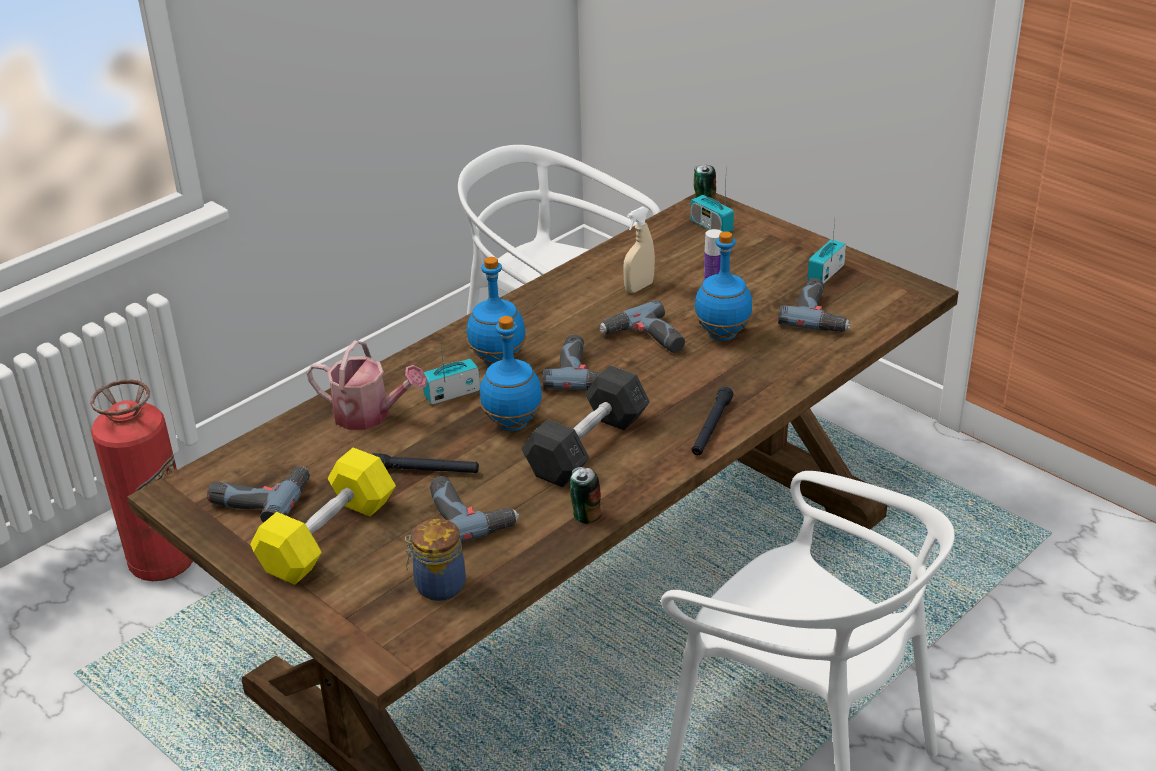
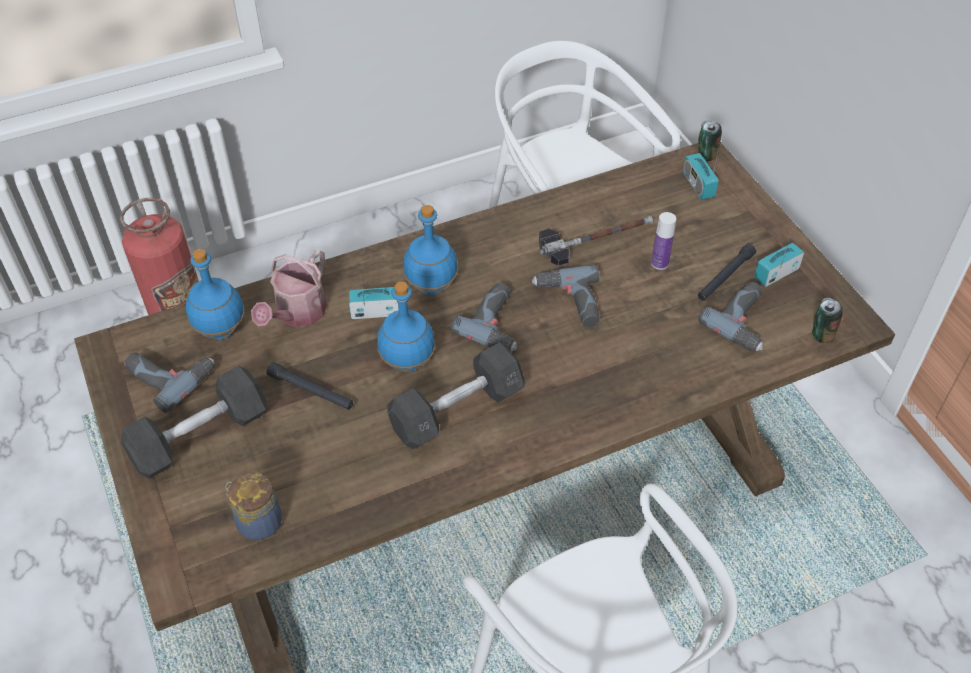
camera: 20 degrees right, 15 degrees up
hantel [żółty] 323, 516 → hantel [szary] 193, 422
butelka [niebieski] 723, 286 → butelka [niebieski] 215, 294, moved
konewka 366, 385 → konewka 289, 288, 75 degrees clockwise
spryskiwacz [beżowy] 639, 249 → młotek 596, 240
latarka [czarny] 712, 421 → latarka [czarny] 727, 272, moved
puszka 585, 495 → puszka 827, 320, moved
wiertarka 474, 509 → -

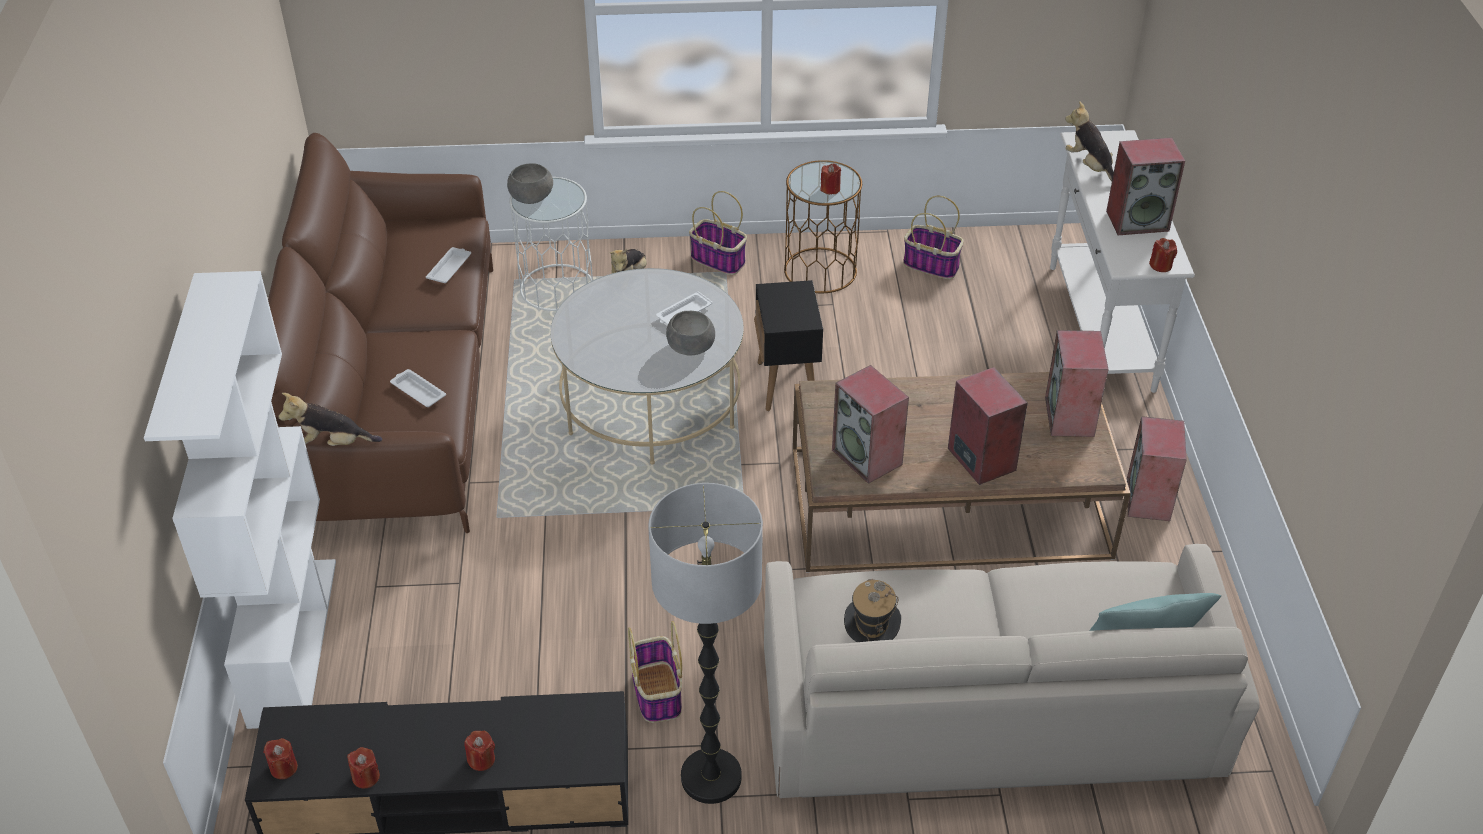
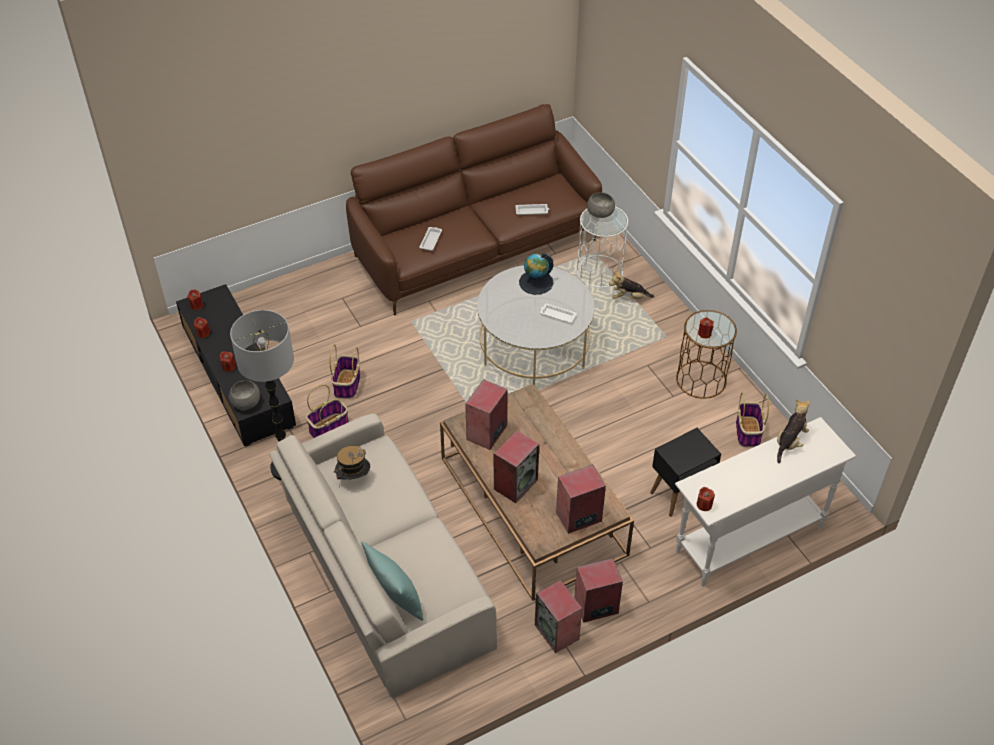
camera: 65 degrees right, 5 degrees up
miska [szary] 690, 332 → miska [szary] 244, 395, moved
koszyk 718, 233 → koszyk 345, 371, moved
- → globus 536, 274
głośnik 1145, 186 → głośnik 558, 616, moved
stolik [czarny] 788, 345 → stolik [czarny] 685, 472, moved
regał [biały] 240, 500 → -
pluszak 330, 419 → -

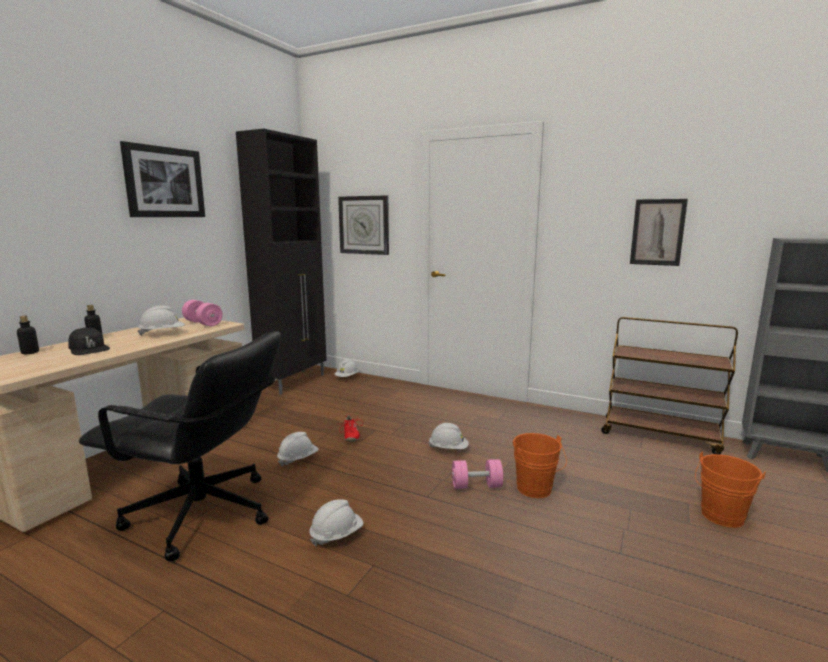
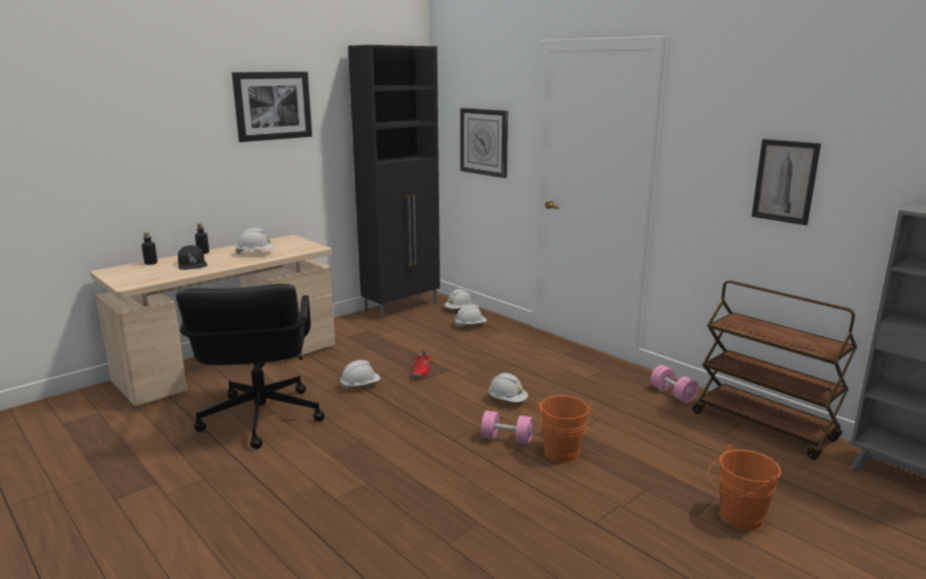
camera: 20 degrees right, 5 degrees up
krzesło biurowe [czarny] 180, 446 → krzesło biurowe [czarny] 250, 366, 45 degrees clockwise
kask [biały] 336, 522 → kask [biały] 471, 316, moved
hantel [różowy] 202, 313 → hantel [różowy] 674, 384, moved

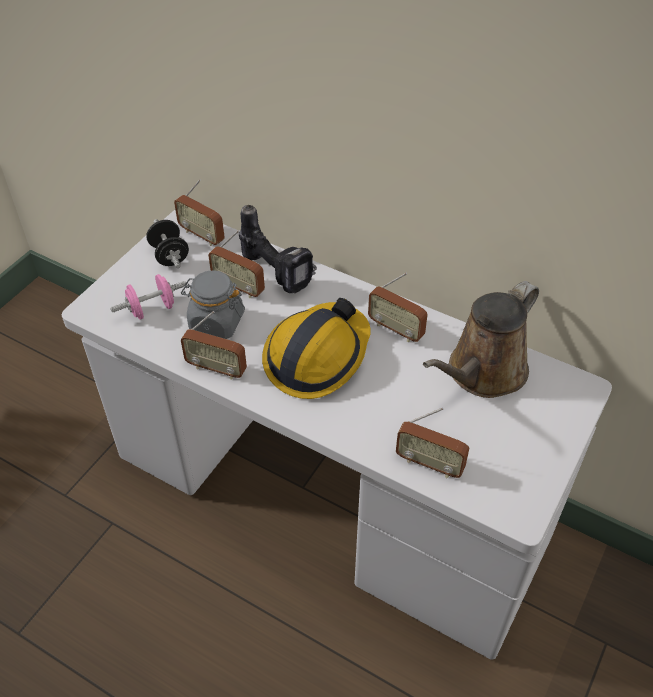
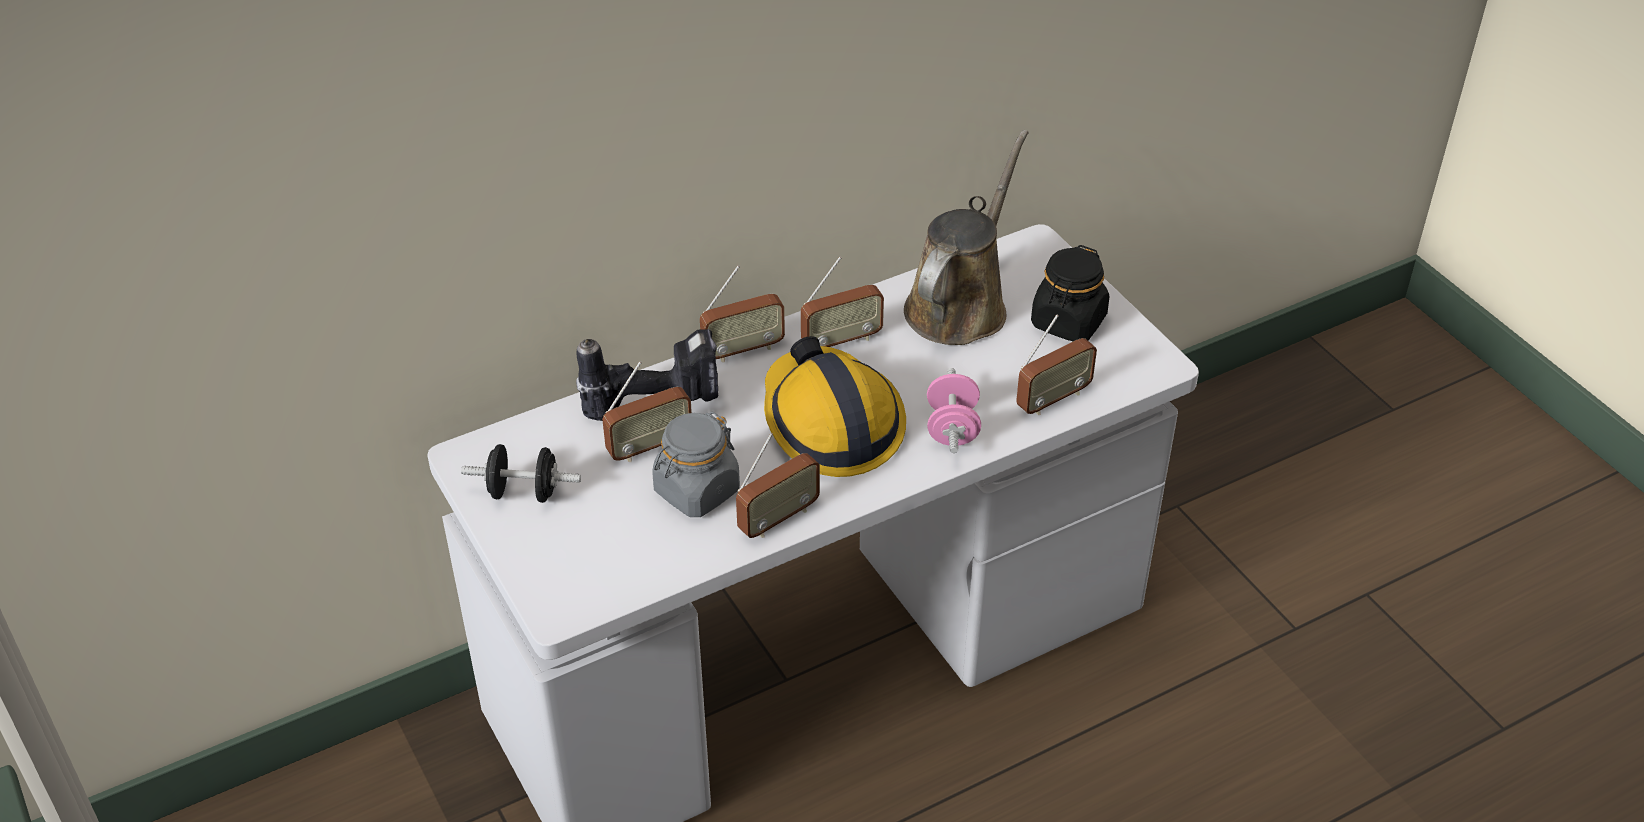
camera: 60 degrees left, 5 degrees down
radio 199, 212 → radio 742, 313, moved
konewka [brązowy] 481, 339 → konewka [brązowy] 966, 237, 135 degrees counterclockwise
hantel [różowy] 148, 297 → hantel [różowy] 954, 410, moved
- → słoik [czarny] 1070, 293

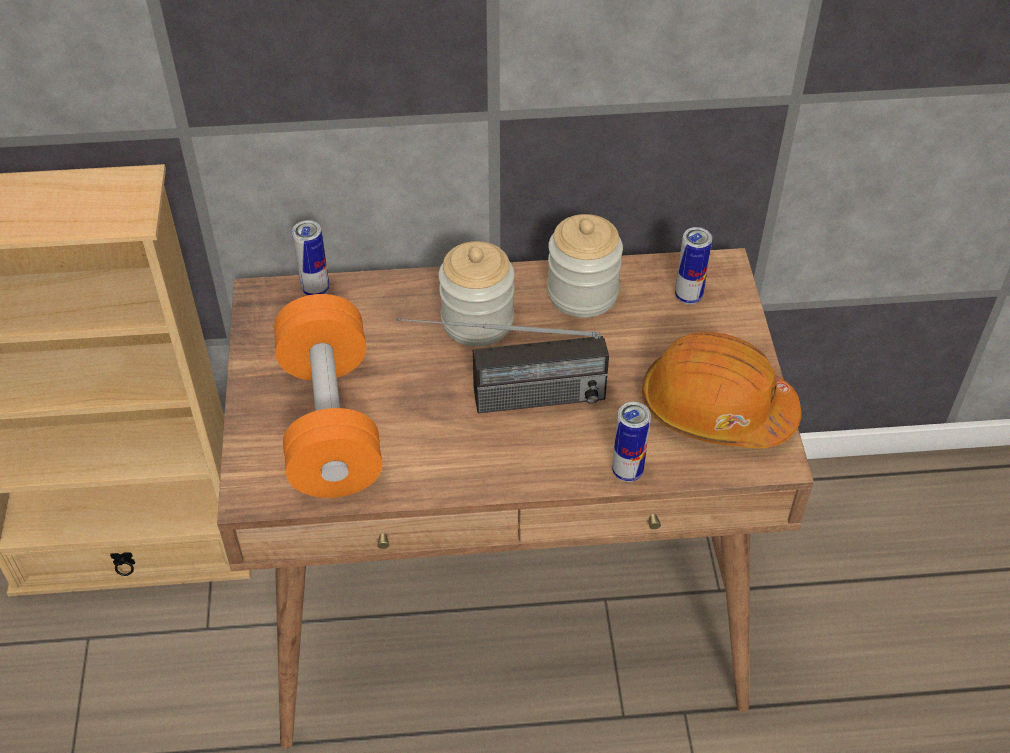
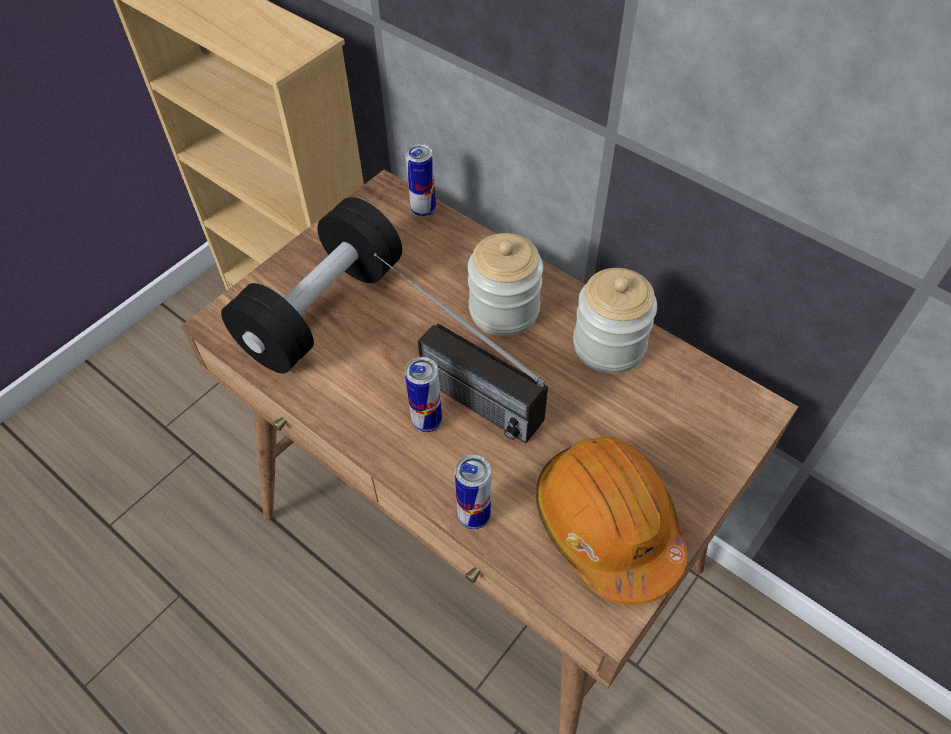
camera: 45 degrees right, 5 degrees up
hantel [pomarańczowy] 328, 396 → hantel [czarny] 311, 285
puszka 693, 265 → puszka 423, 394, moved

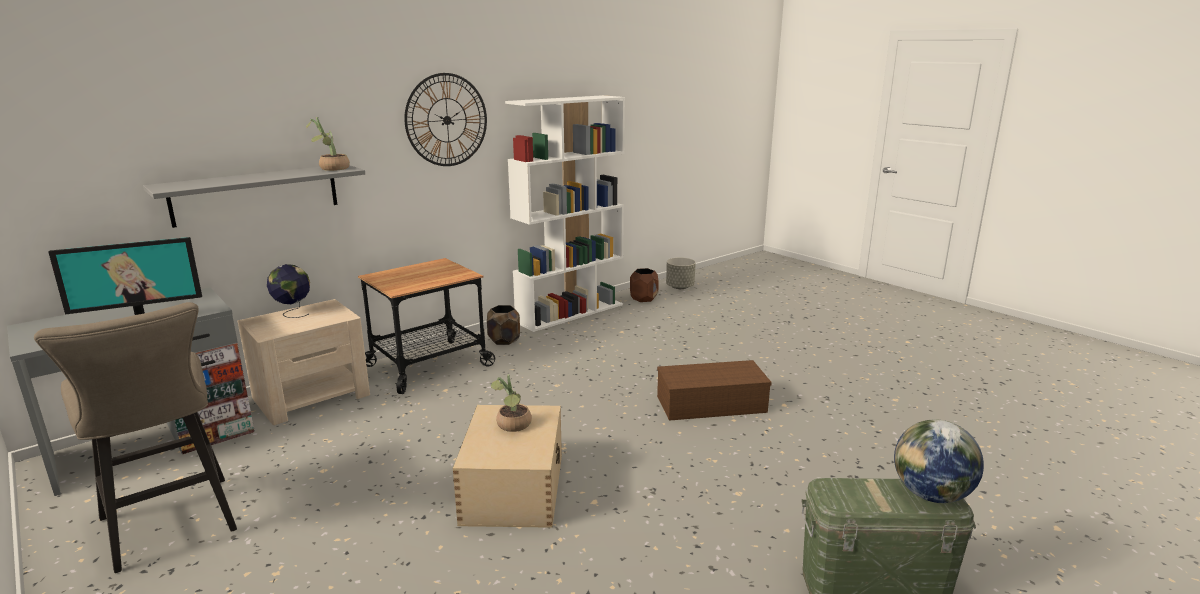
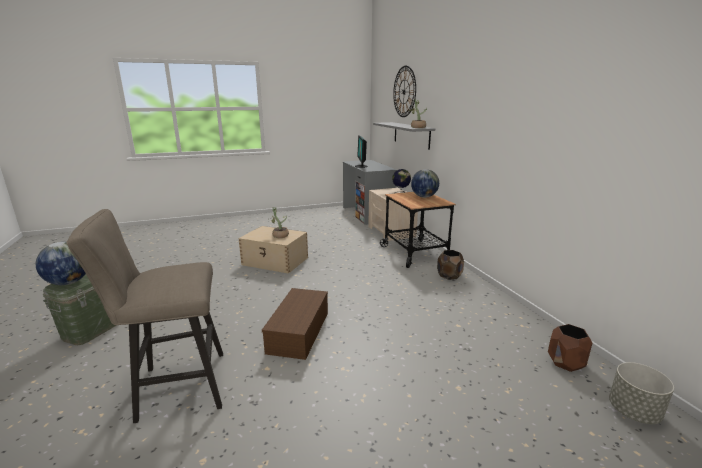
camera: 110 degrees right, 0 degrees up
stołek [beżowy] 135, 437 → stołek [beżowy] 144, 316, moved
zegar ścienny 445, 119 → zegar ścienny 404, 91, moved
- → globus 425, 183
regał [biały] 565, 213 → -

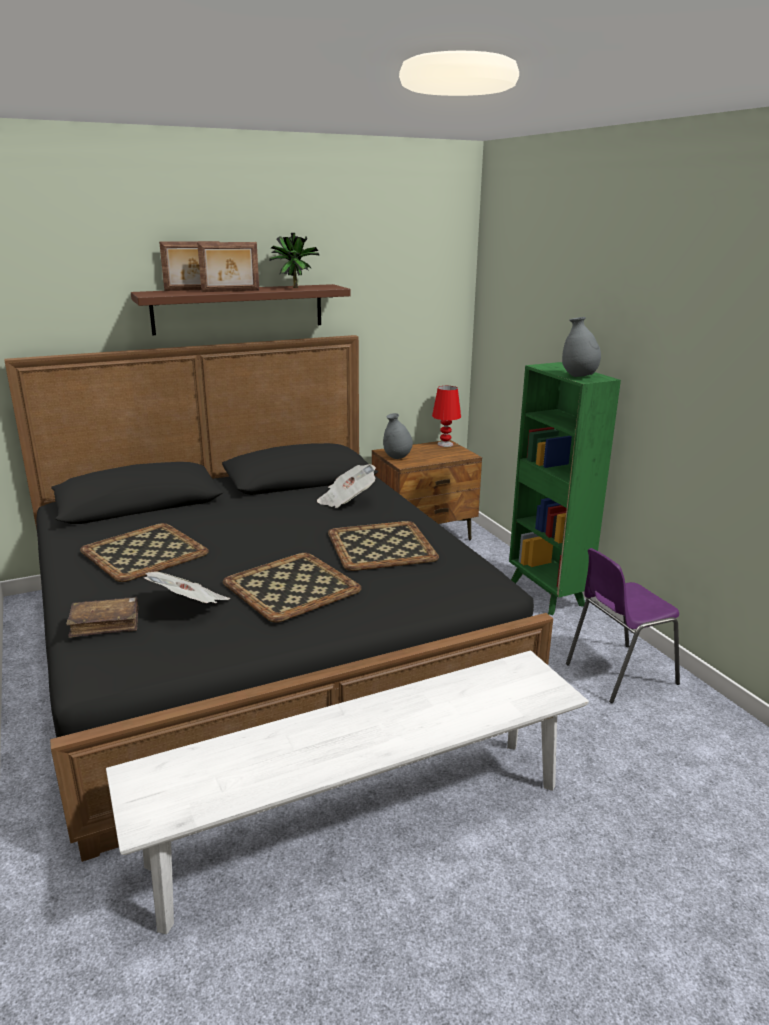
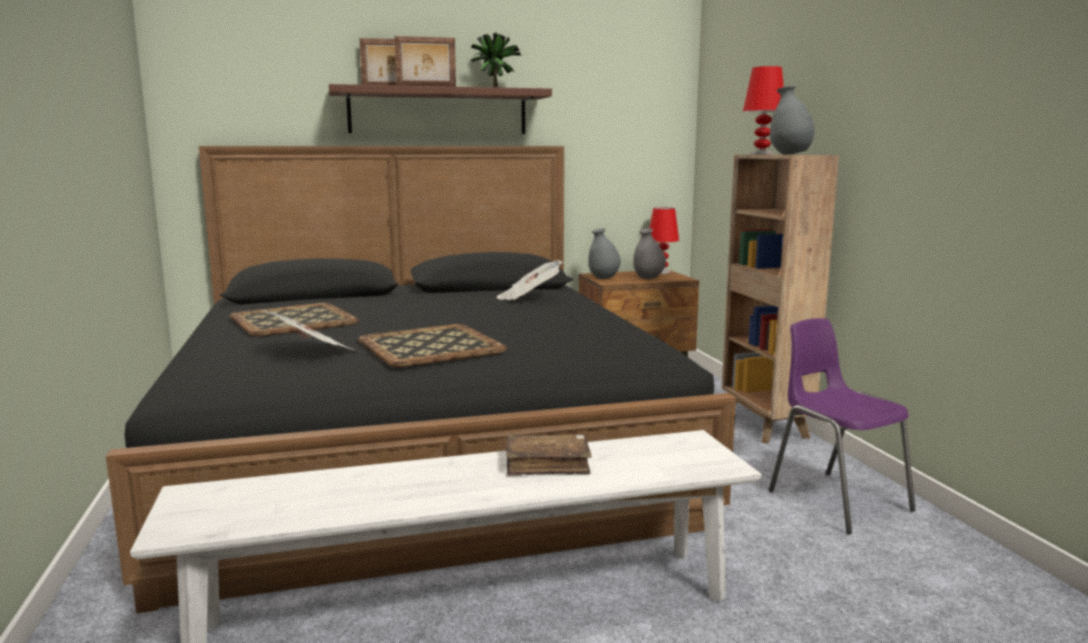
camera: 10 degrees right, 10 degrees down
książka [brązowy] 102, 617 → książka [brązowy] 549, 455, moved
- → wazon [szary] 649, 253
regał [zielony] 565, 488 → regał [brązowy] 780, 299
- → lampa stołowa [czerwony] 763, 110
krzesło [fioletowy] 623, 625 → krzesło [fioletowy] 842, 426, 75 degrees clockwise
taca 383, 546 → -

